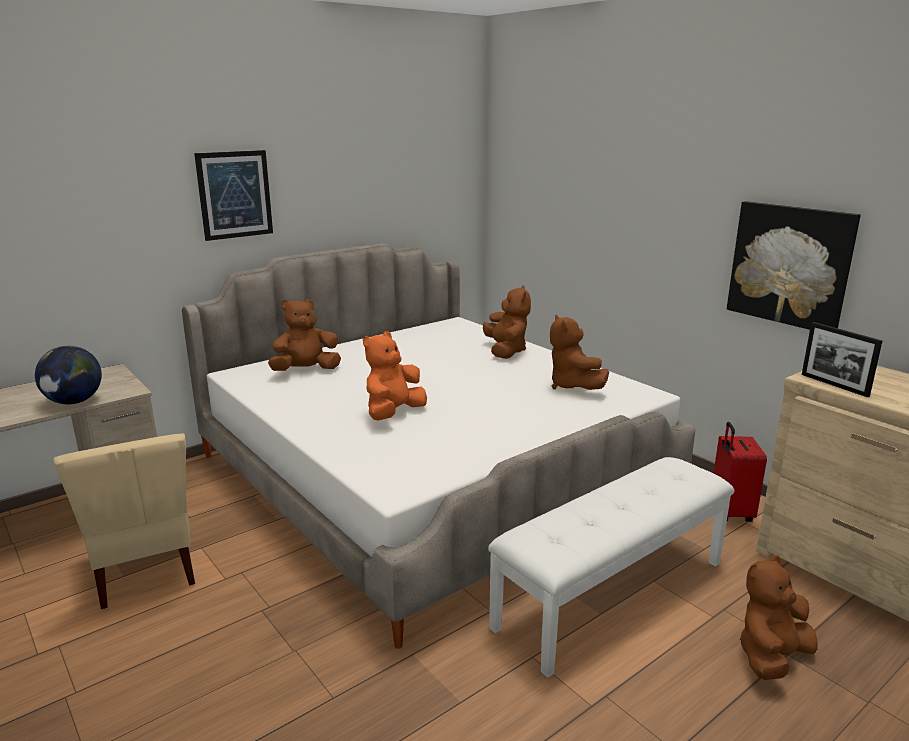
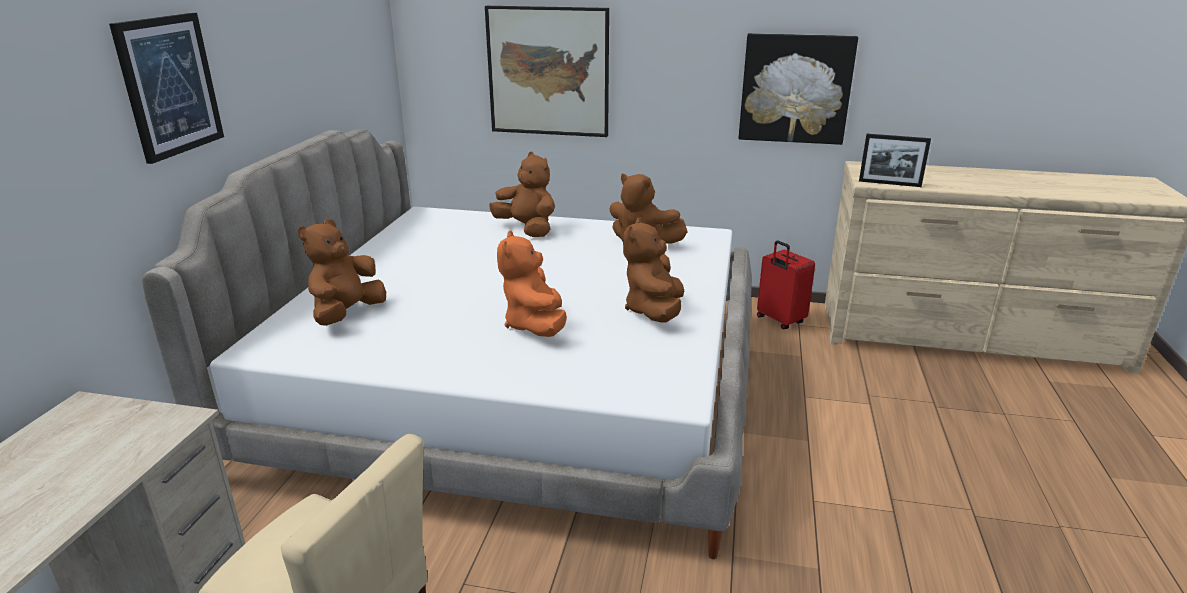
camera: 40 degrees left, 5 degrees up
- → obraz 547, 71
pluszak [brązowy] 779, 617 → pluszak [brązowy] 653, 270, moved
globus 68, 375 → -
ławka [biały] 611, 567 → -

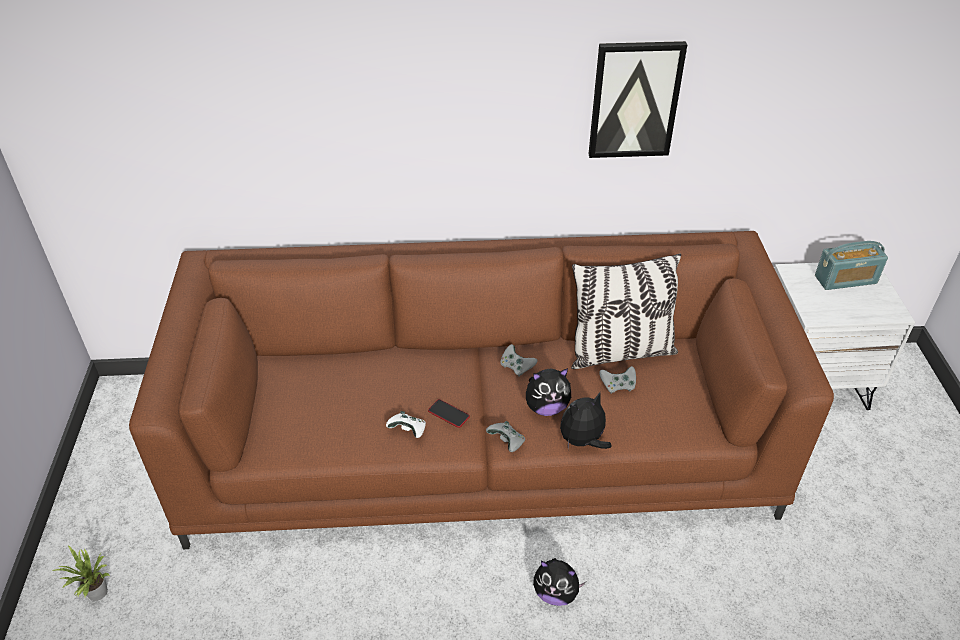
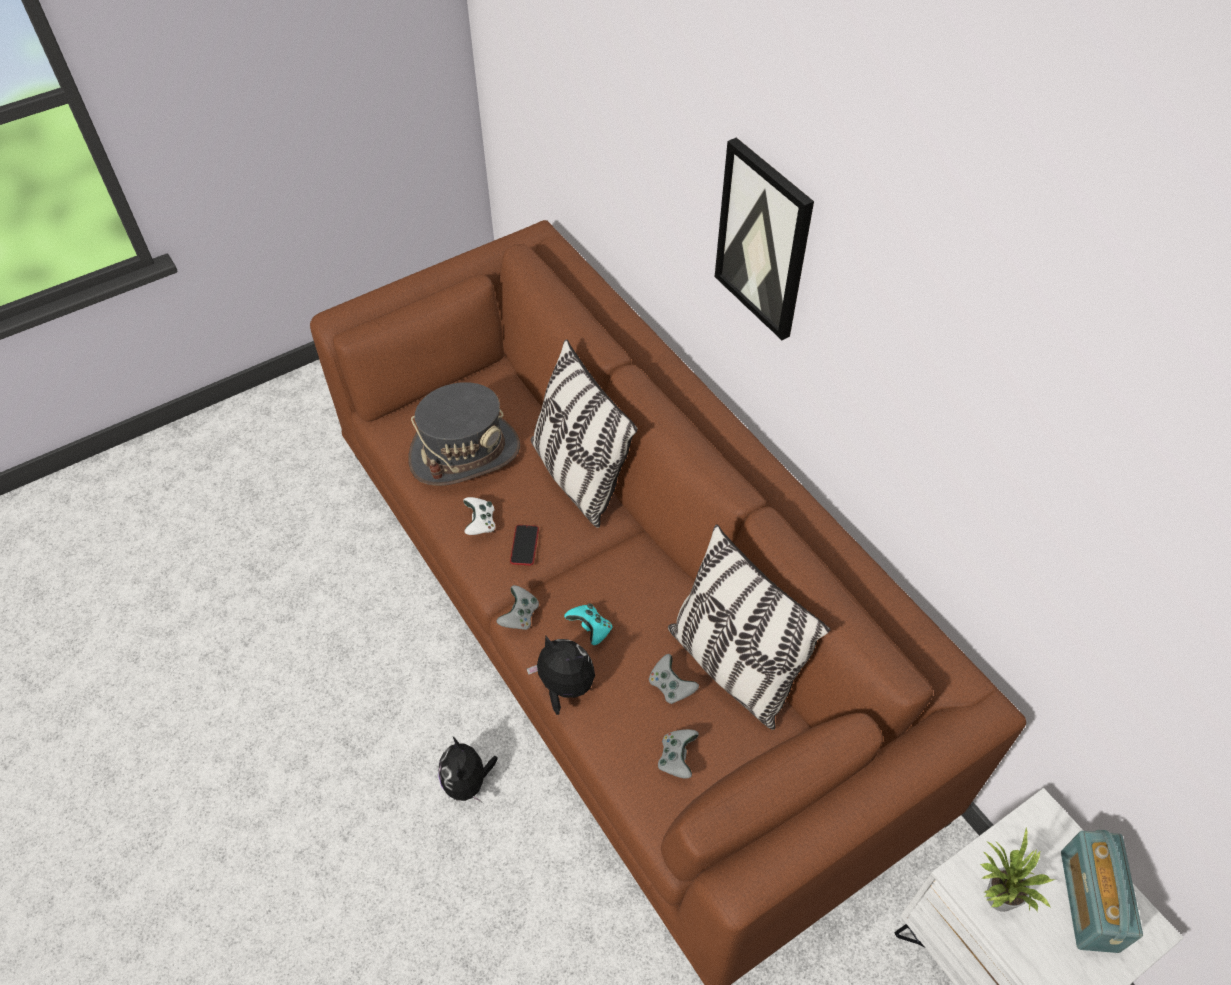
camera: 60 degrees right, 10 degrees up
- → kapelusz [szary] 464, 434
- → poduszka 584, 433
pluszak 548, 392 → pad do gier [turkusowy] 588, 624
pad do gier [szary] 518, 360 → pad do gier [szary] 678, 754, moved
obraz 637, 99 → obraz 764, 239, moved
roślina doniczkowa 81, 573 → roślina doniczkowa 1017, 870, moved
radio 851, 265 → radio 1102, 891, 45 degrees clockwise

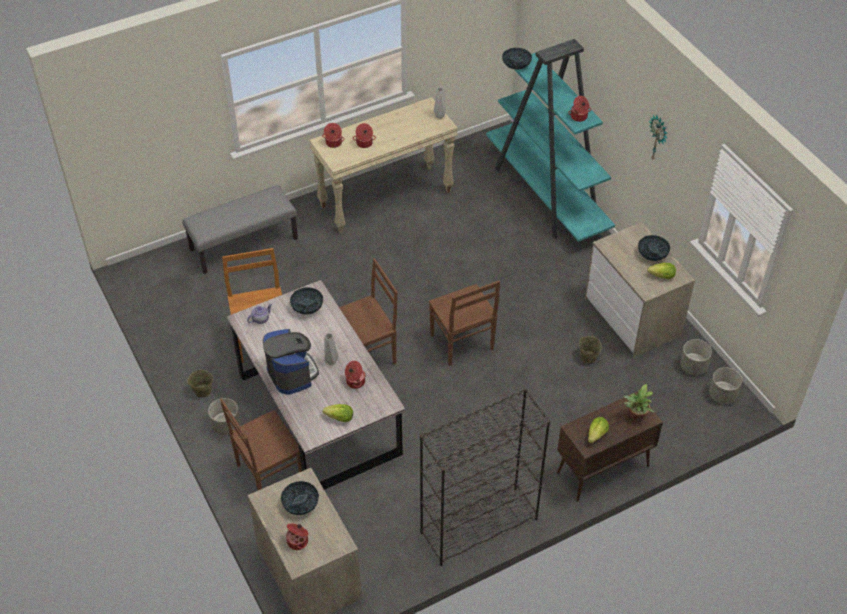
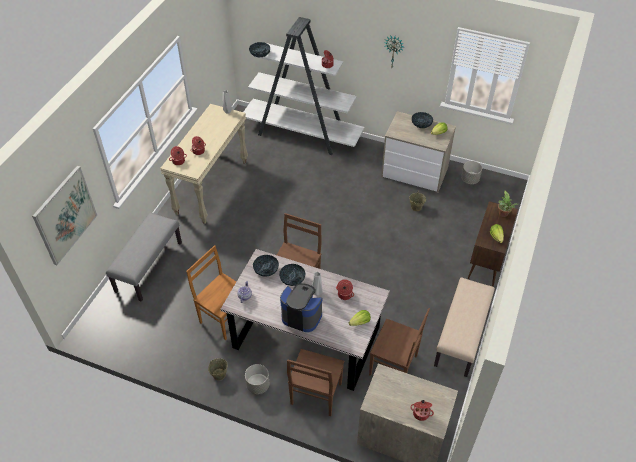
camera: 40 degrees left, 0 degrees up
- → obraz 64, 215
regał [turkusowy] 550, 140 → regał [biały] 304, 86
miska 300, 498 → miska 292, 275, moved
krzesło [brązowy] 464, 323 → krzesło [brązowy] 399, 342, moved
regał [czarny] 485, 477 → ławka [beżowy] 464, 327
donica [szary] 725, 385 → -

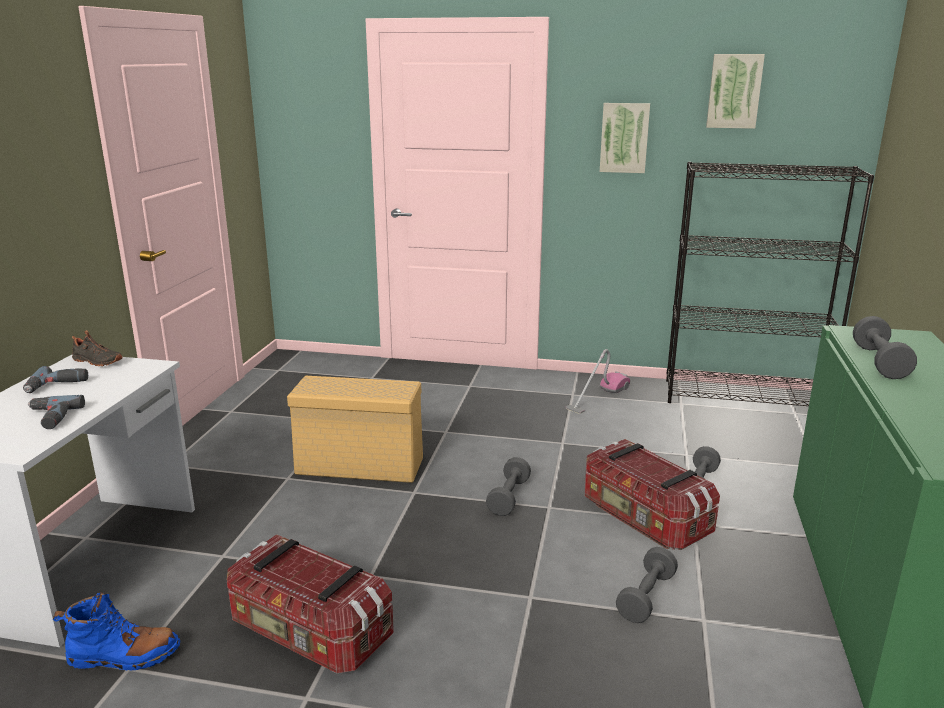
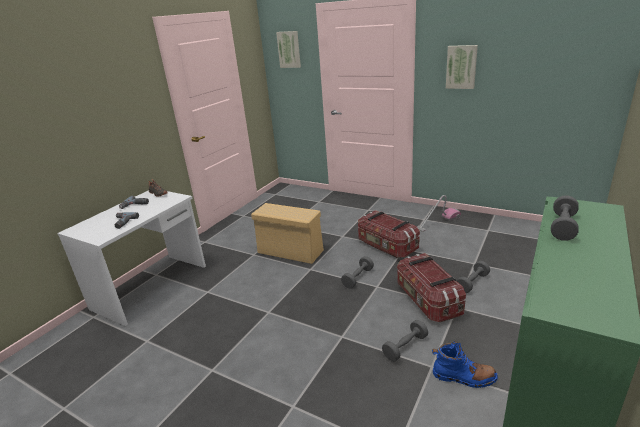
camera: 20 degrees right, 5 degrees up
obraz 735, 91 → obraz 288, 49, moved
pojemnik do przechowywania 310, 604 → pojemnik do przechowywania 389, 234, moved
but z cholewką [niebieski] 116, 631 → but z cholewką [niebieski] 465, 364, moved
regał [czarny] 770, 284 → -

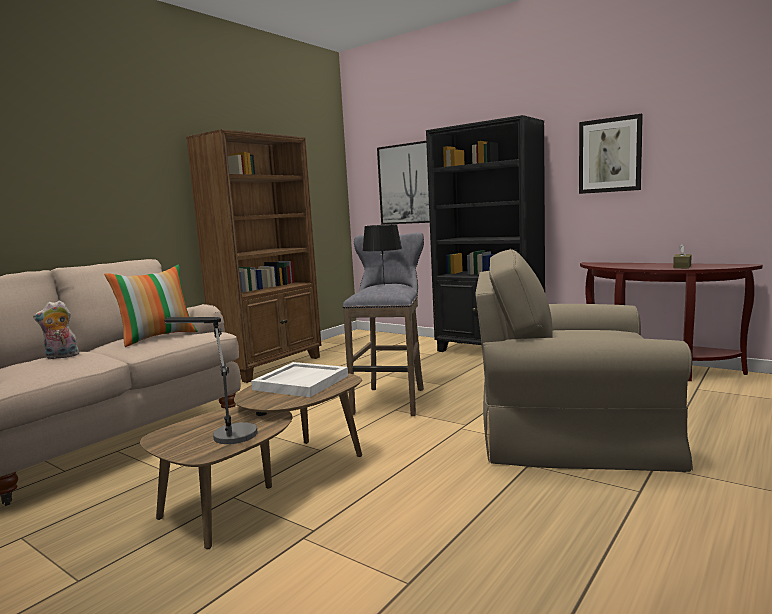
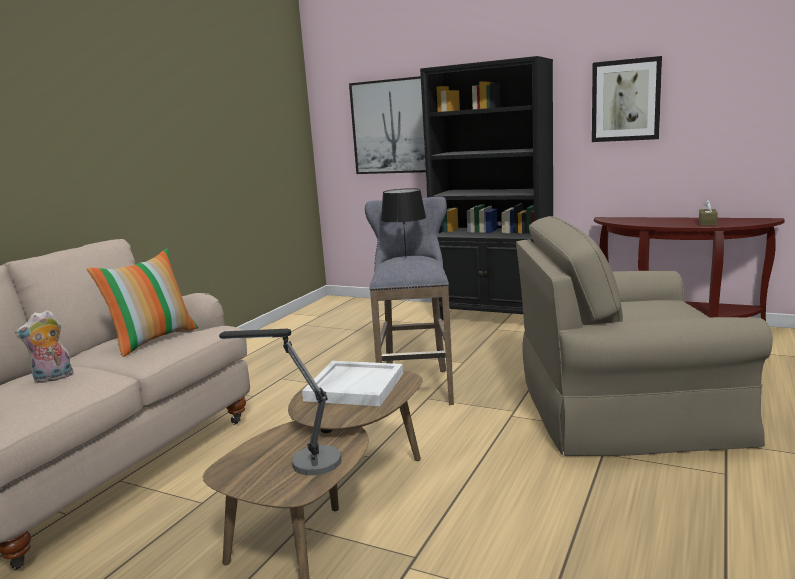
camera: 10 degrees left, 5 degrees up
regał [brązowy] 254, 256 → -

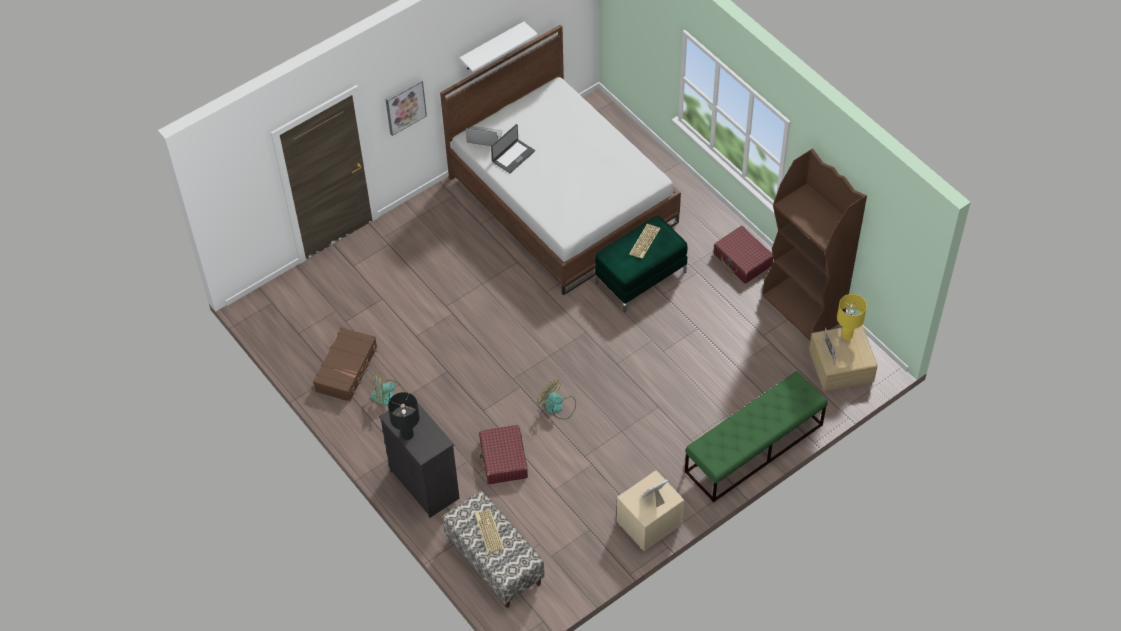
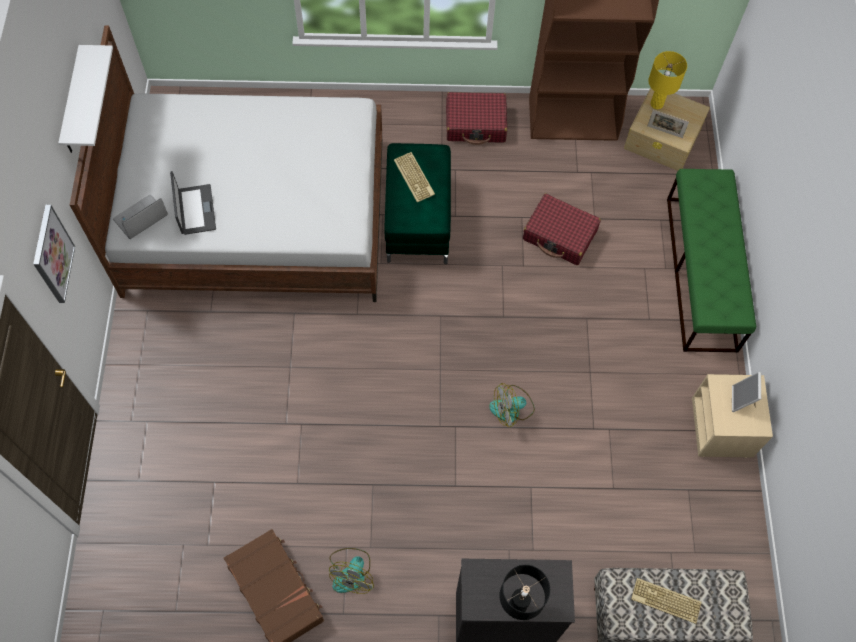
camera: 55 degrees left, 10 degrees up
walizka [czerwony] 503, 454 → walizka [czerwony] 562, 229, moved

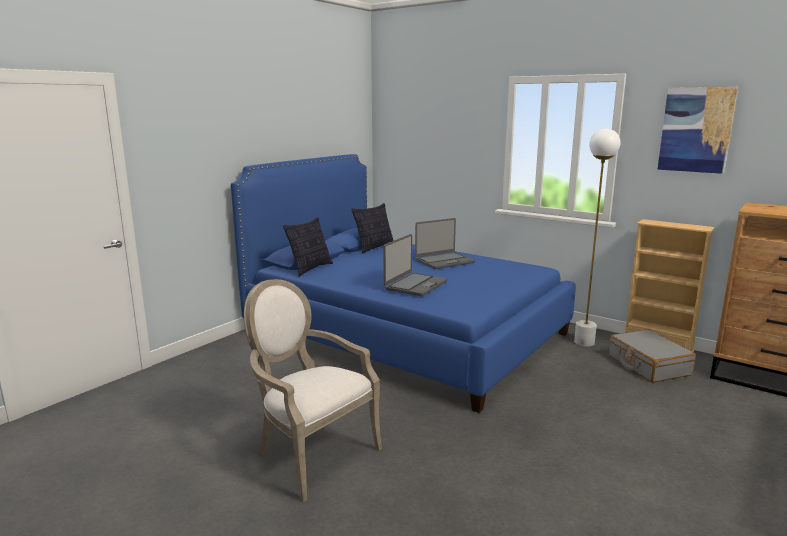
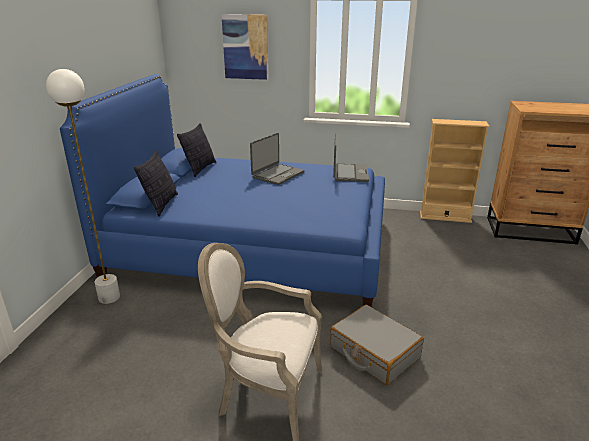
camera: 25 degrees left, 10 degrees up
lampa stojąca [biały] 597, 237 → lampa stojąca [biały] 83, 186, moved
obraz 697, 130 → obraz 245, 47, moved
walizka [szary] 652, 356 → walizka [szary] 377, 345, moved
laptop 415, 265 → laptop 351, 157, moved

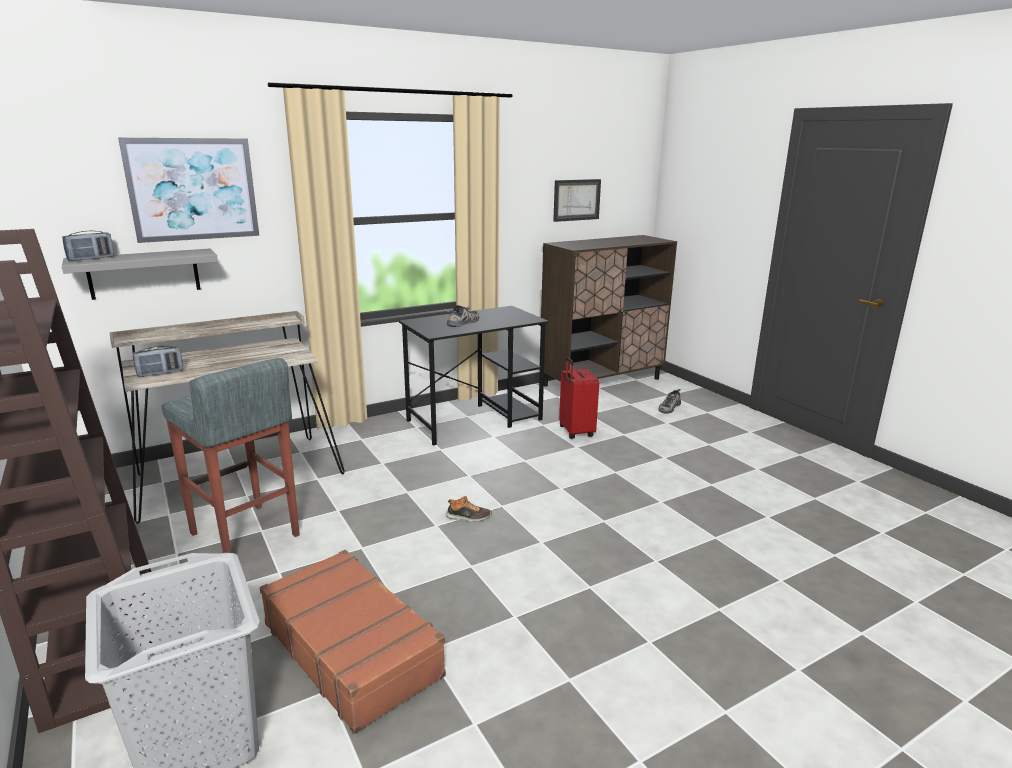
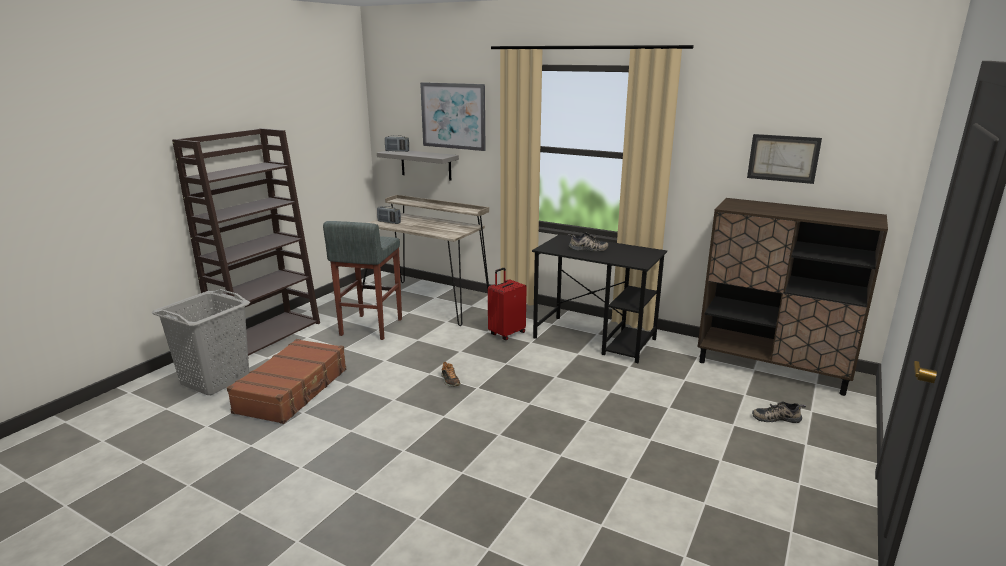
camera: 60 degrees right, 0 degrees up
walizka [czerwony] 579, 398 → walizka [czerwony] 507, 304, moved

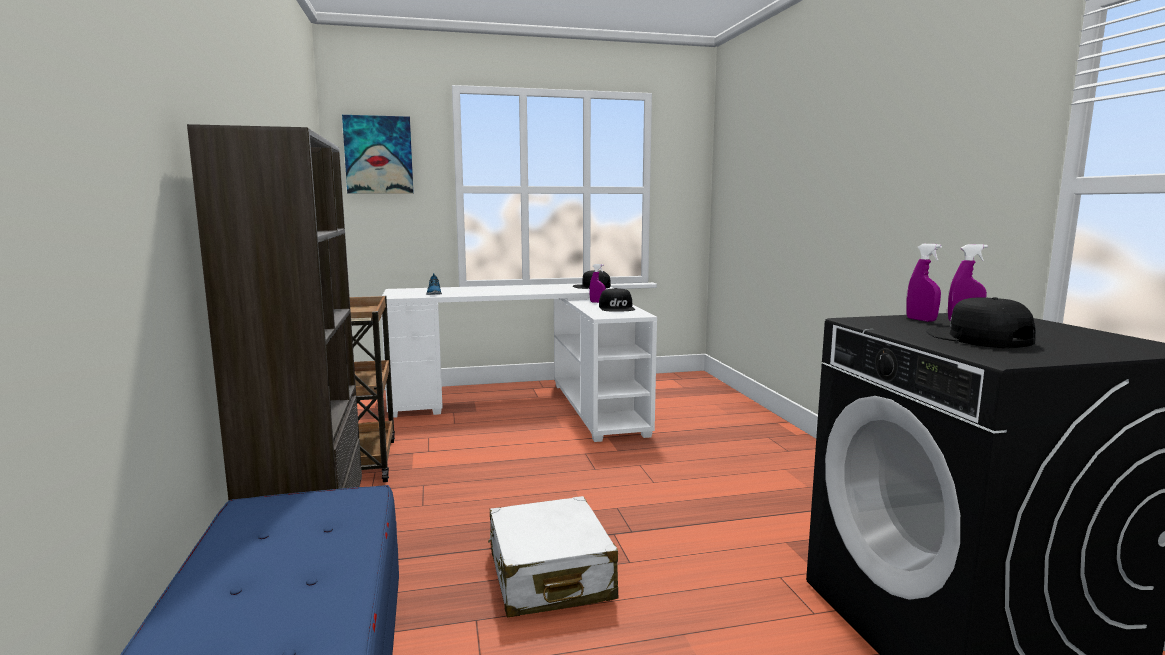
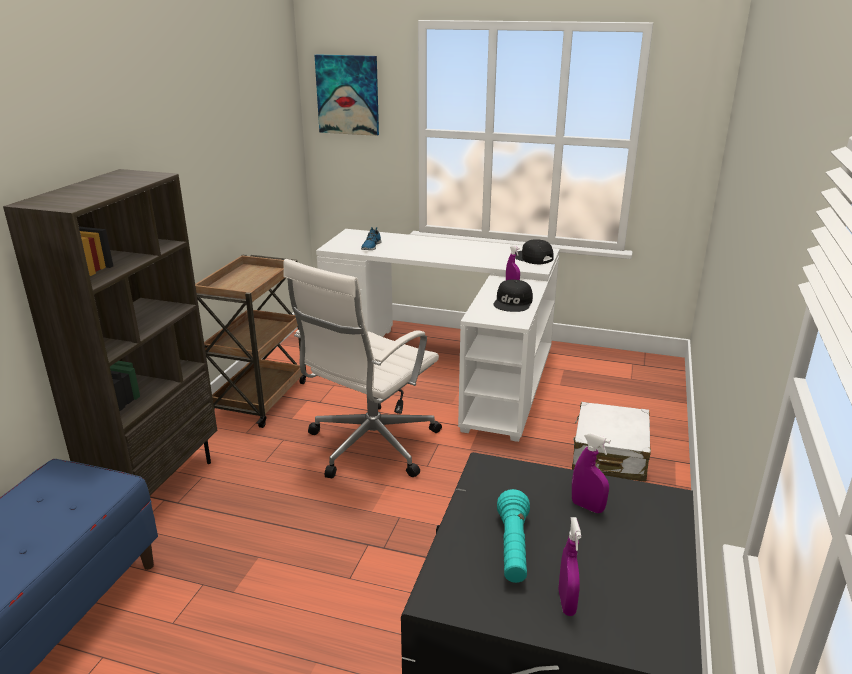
camera: 30 degrees right, 15 degrees up
- → krzesło biurowe [biały] 362, 368
czapka z daszkiem [czarny] 981, 322 → latarka [turkusowy] 513, 536
spryskiwacz [fioletowy] 924, 283 → spryskiwacz [fioletowy] 569, 566, moved
walizka [biały] 553, 557 → walizka [biały] 611, 442, moved

